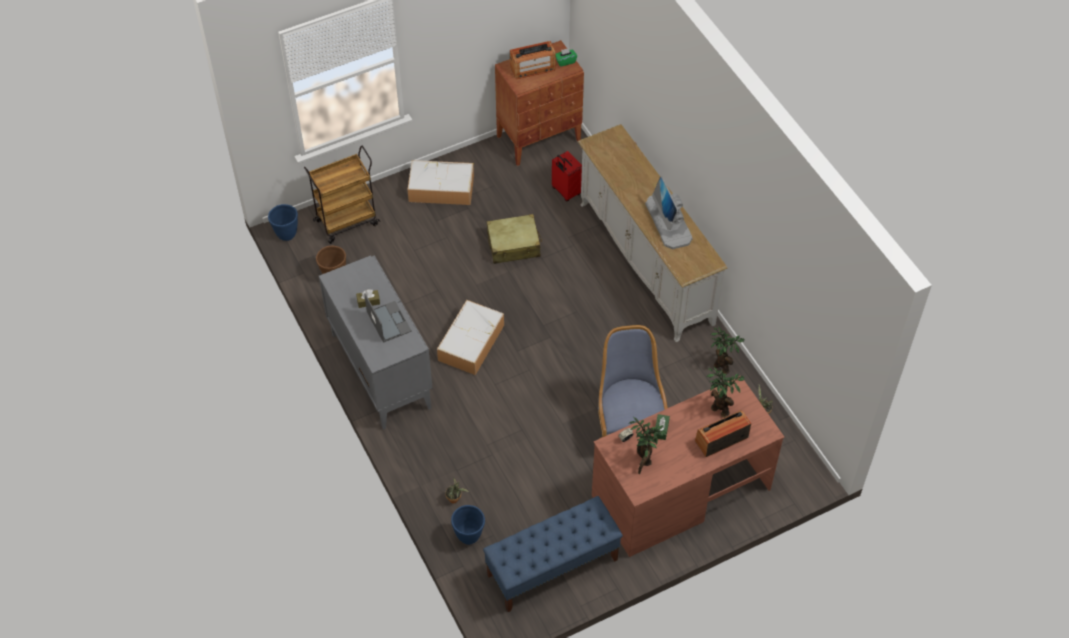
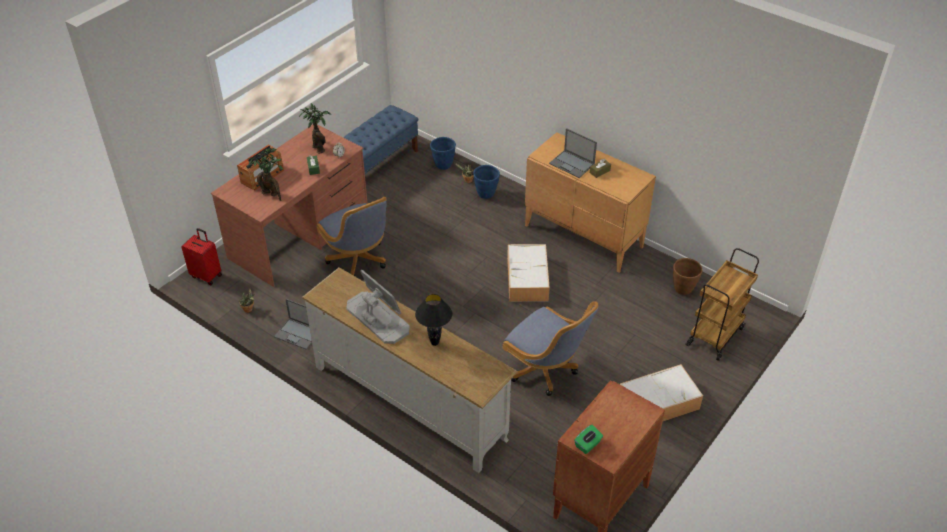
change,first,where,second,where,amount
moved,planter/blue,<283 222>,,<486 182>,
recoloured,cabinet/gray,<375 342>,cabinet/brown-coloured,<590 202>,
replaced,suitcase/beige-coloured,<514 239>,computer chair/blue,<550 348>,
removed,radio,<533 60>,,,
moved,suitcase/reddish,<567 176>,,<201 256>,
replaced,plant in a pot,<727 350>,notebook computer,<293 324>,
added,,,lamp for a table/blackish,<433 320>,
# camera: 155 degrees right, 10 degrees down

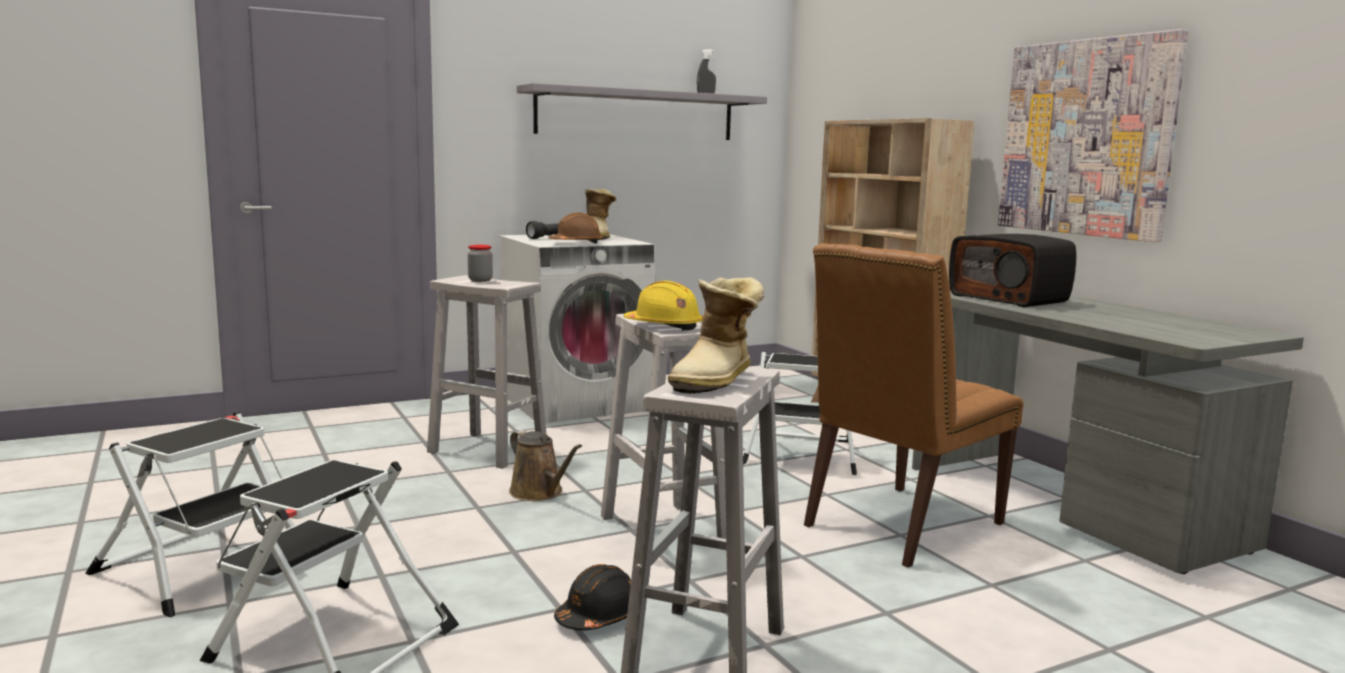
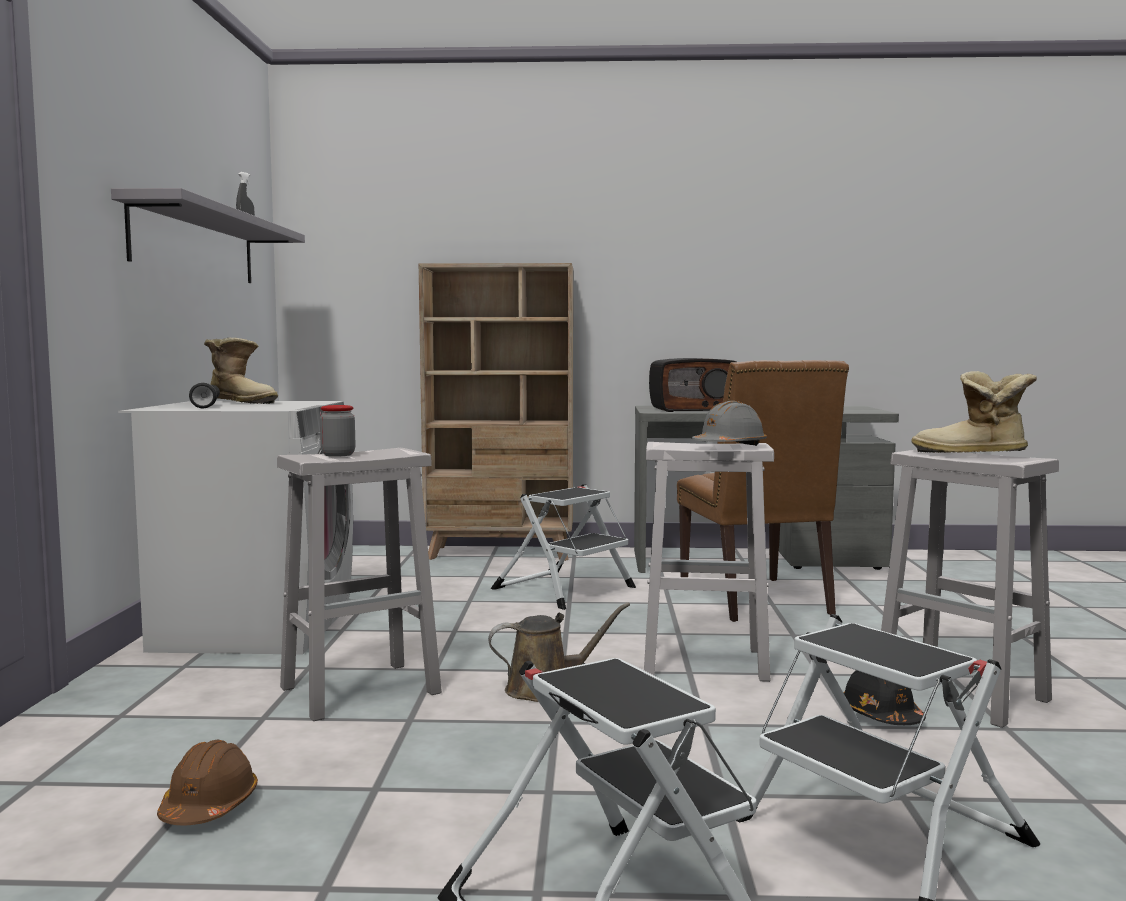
change,first,where,second,where,amount
moved,hard hat/brown-coloured,<575 227>,,<207 782>,
recoloured,hard hat/yellow,<663 306>,hard hat/gray,<729 423>,
turned,boot,<716 335>,,<974 412>,150 degrees clockwise
removed,wall picture,<1093 135>,,,
# camera: 60 degrees left, 5 degrees down

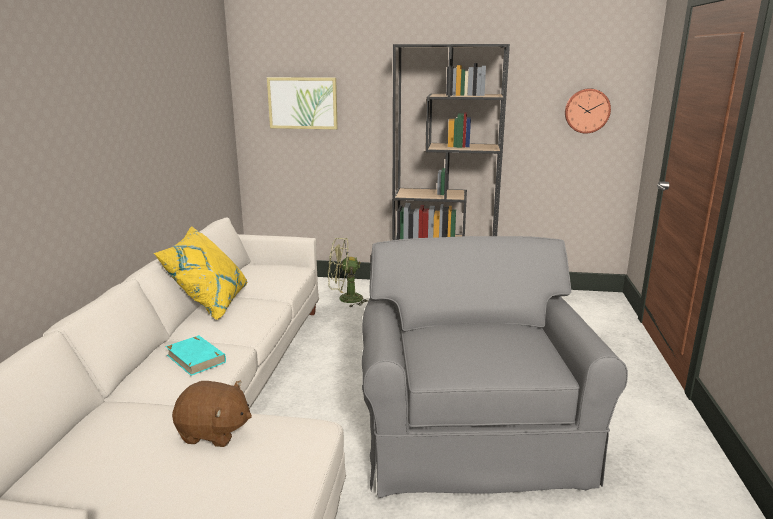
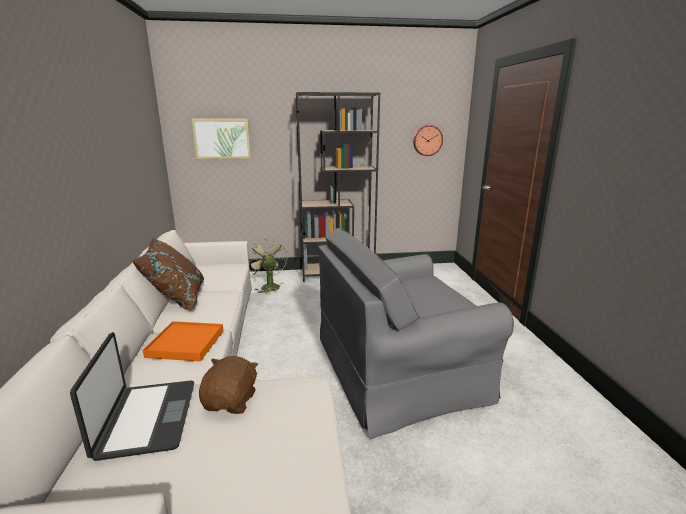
change,first,where,second,where,amount
recoloured,pillow/yellow,<201 273>,pillow/brown-coloured,<168 274>,
replaced,book/blue-green,<195 355>,serving tray/orange,<183 341>,
turned,cuddly toy/brown-coloured,<212 413>,,<228 385>,75 degrees counterclockwise
turned,fan/green-coloured,<348 272>,,<268 267>,90 degrees clockwise
turned,armchair/gray,<495 367>,,<416 333>,90 degrees counterclockwise
added,,,notebook computer,<132 396>,
# camera: 15 degrees left, 0 degrees up

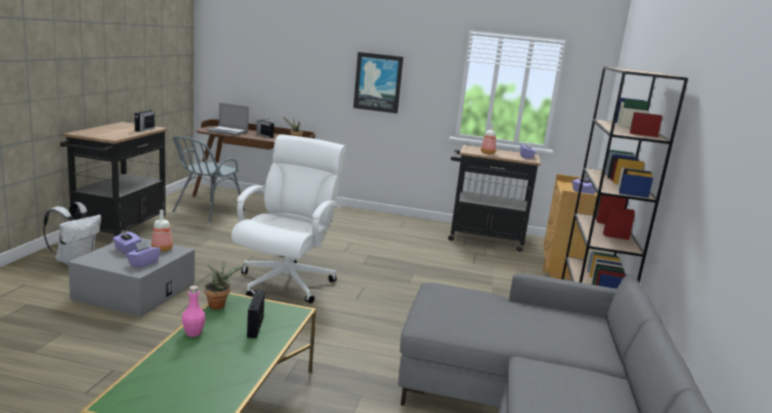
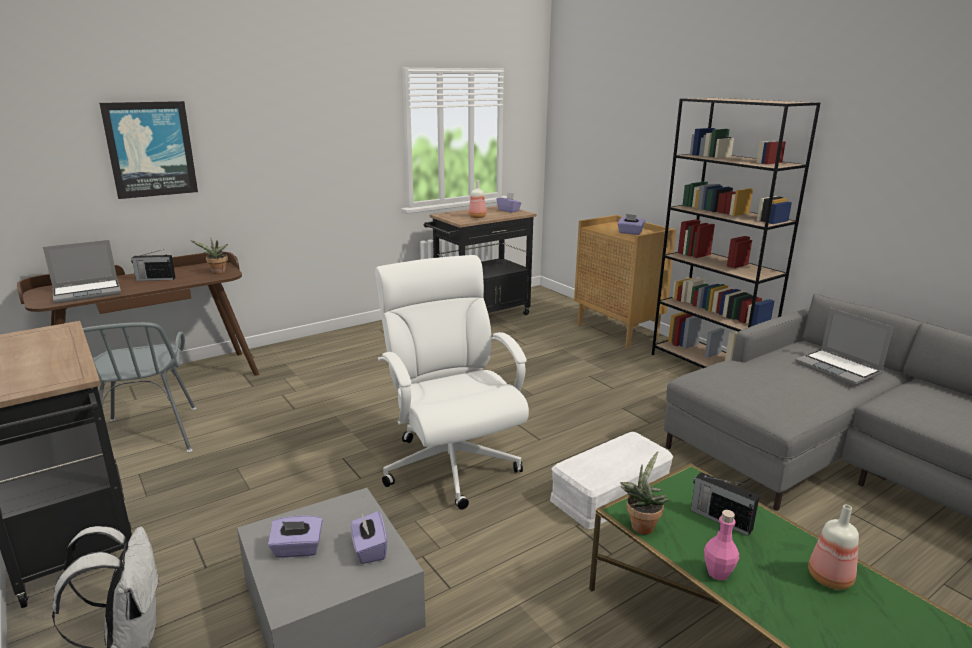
change,first,where,second,where,amount
removed,radio,<145 119>,,,
moved,bottle,<162 231>,,<833 547>,
moved,wall picture,<378 82>,,<148 150>,
added,,,storage bin/whitish,<612 480>,
added,,,notebook computer,<844 346>,
# camera: 45 degrees left, 5 degrees up

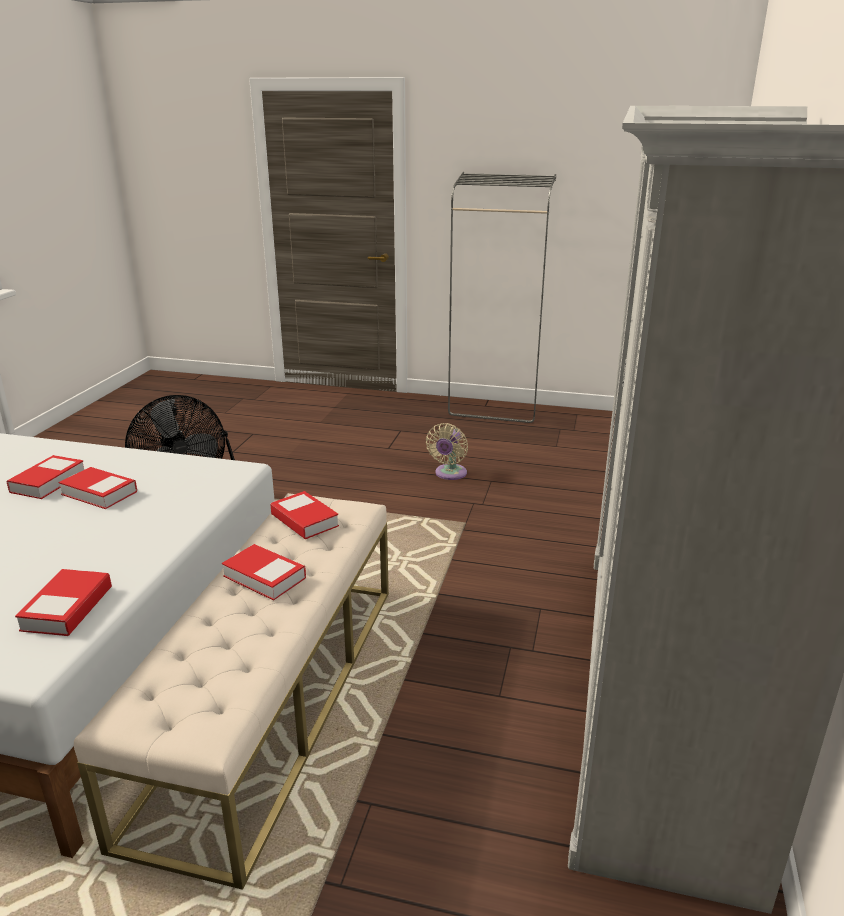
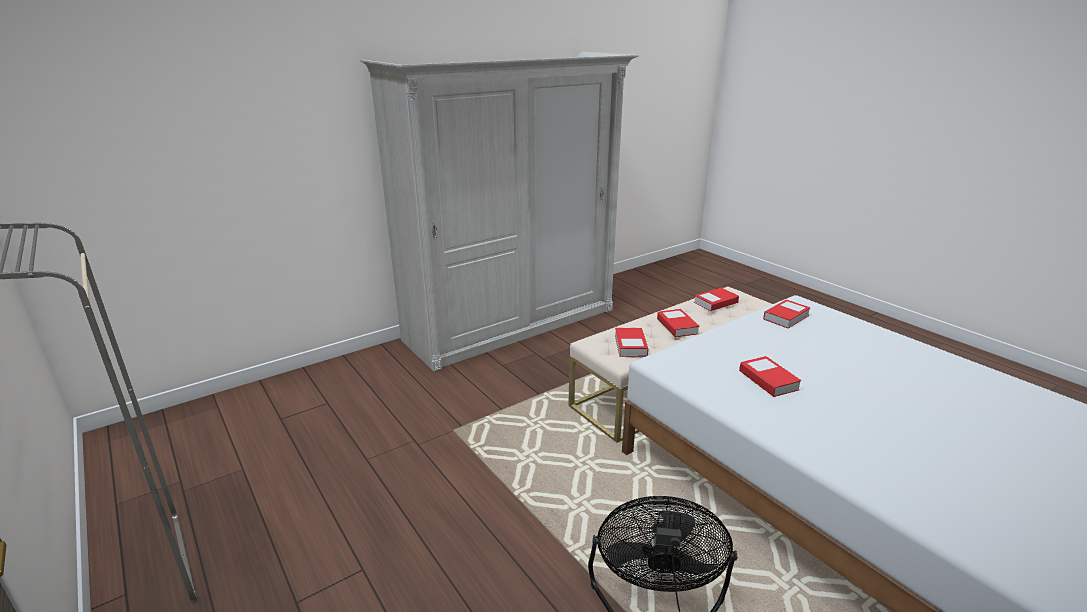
change,first,where,second,where,amount
moved,book,<45 477>,,<716 299>,
removed,fan/beige-coloured,<447 451>,,,
# camera: 140 degrees left, 0 degrees up

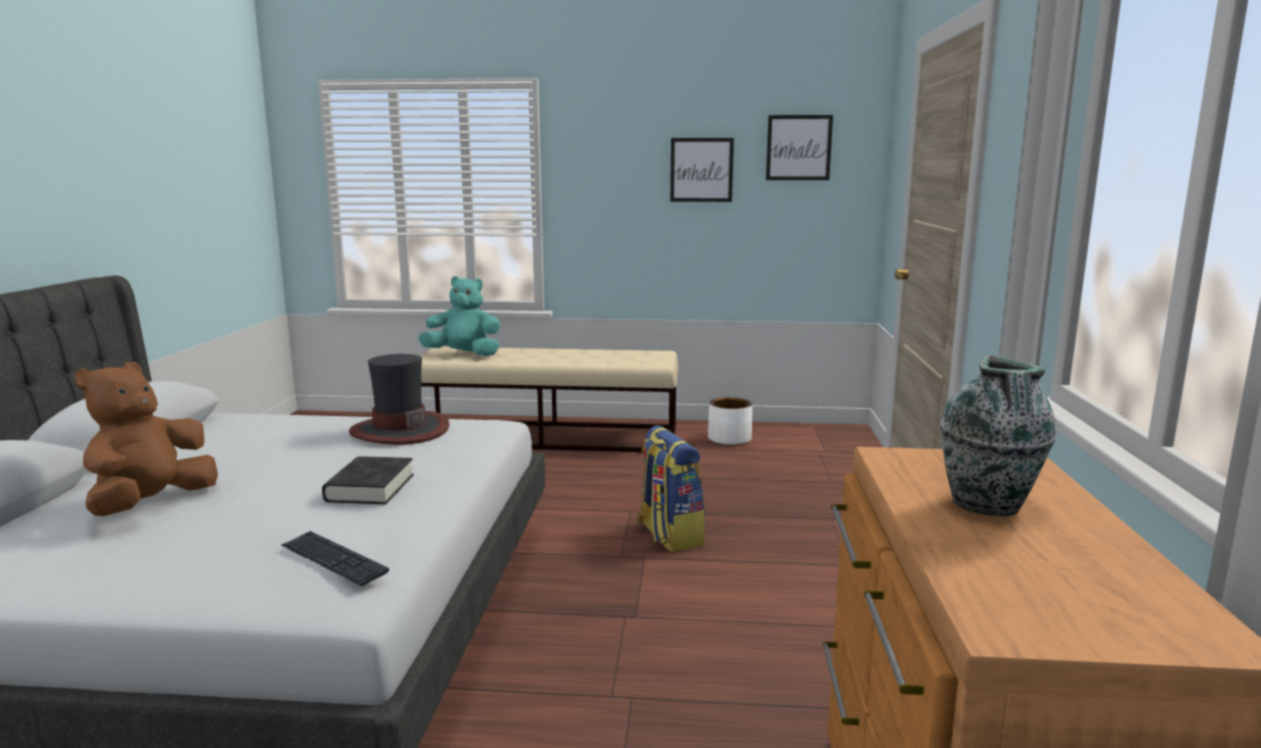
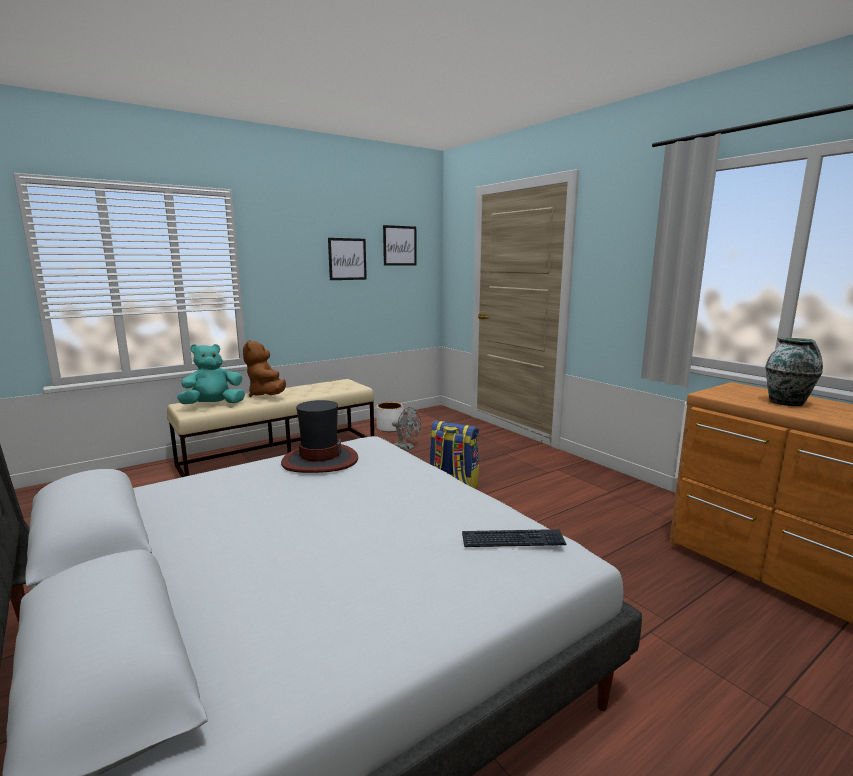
change,first,where,second,where,amount
moved,cuddly toy/brown-coloured,<146 439>,,<264 368>,
removed,book/blackish,<368 480>,,,
added,,,fan/gray,<406 429>,
# camera: 40 degrees left, 0 degrees up

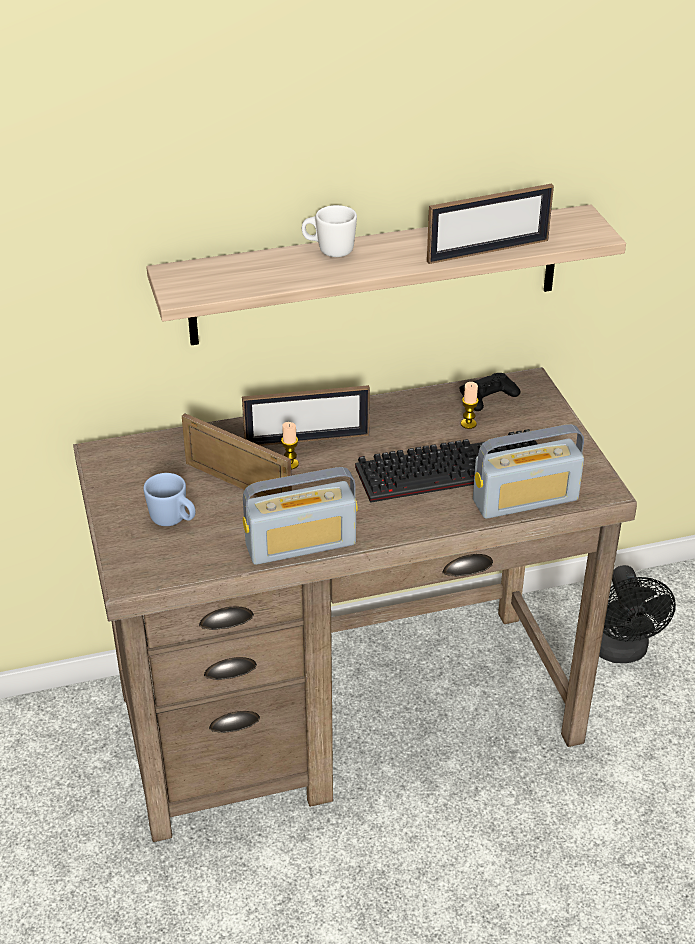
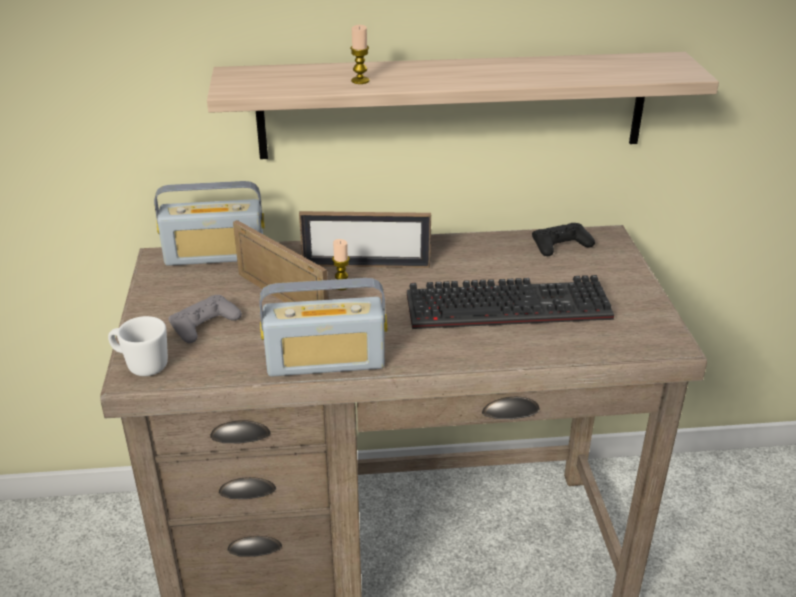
change,first,where,second,where,amount
replaced,tea mug/blue,<169 499>,game controller/gray,<205 319>,
moved,tea mug/whitish,<329 231>,,<138 346>,
removed,picture frame,<490 224>,,,
moved,wax candle,<470 405>,,<359 54>,
moved,radio,<528 471>,,<209 223>,
removed,fan/blackish,<637 614>,,,
# camera: 10 degrees right, 5 degrees down

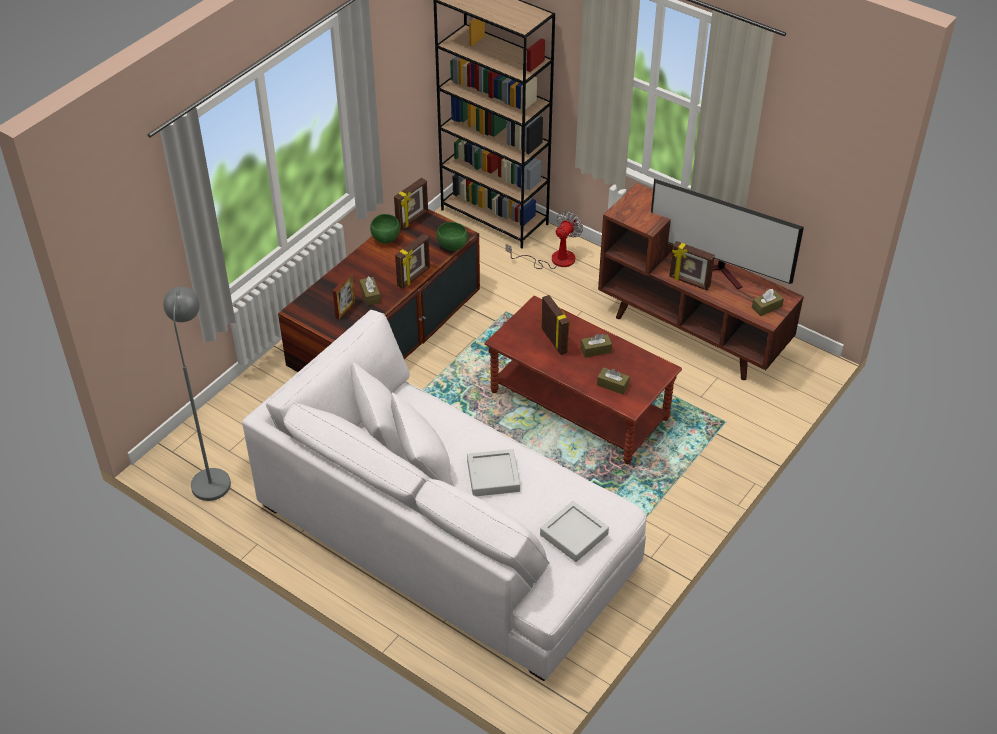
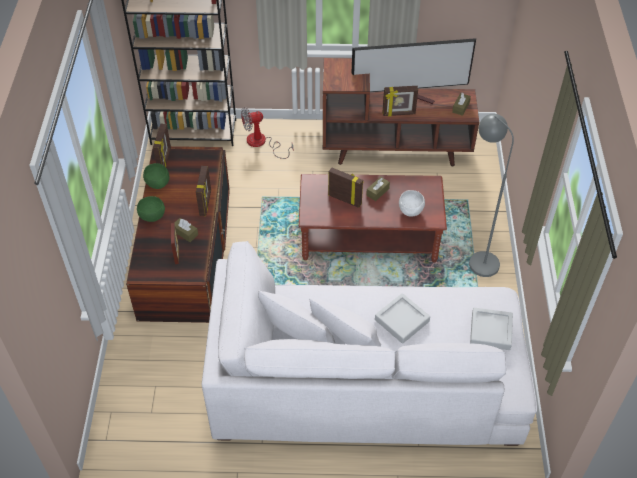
change,first,where,second,where,amount
moved,standing lamp/gray,<197 394>,,<491 195>,
moved,serving bowl/green-coloured,<452 236>,,<151 209>,
turned,fan,<544 240>,,<267 133>,105 degrees counterclockwise
replaced,box of tissues/brown-coloured,<613 380>,serving bowl/whitish,<412 203>,
# camera: 35 degrees left, 5 degrees up

